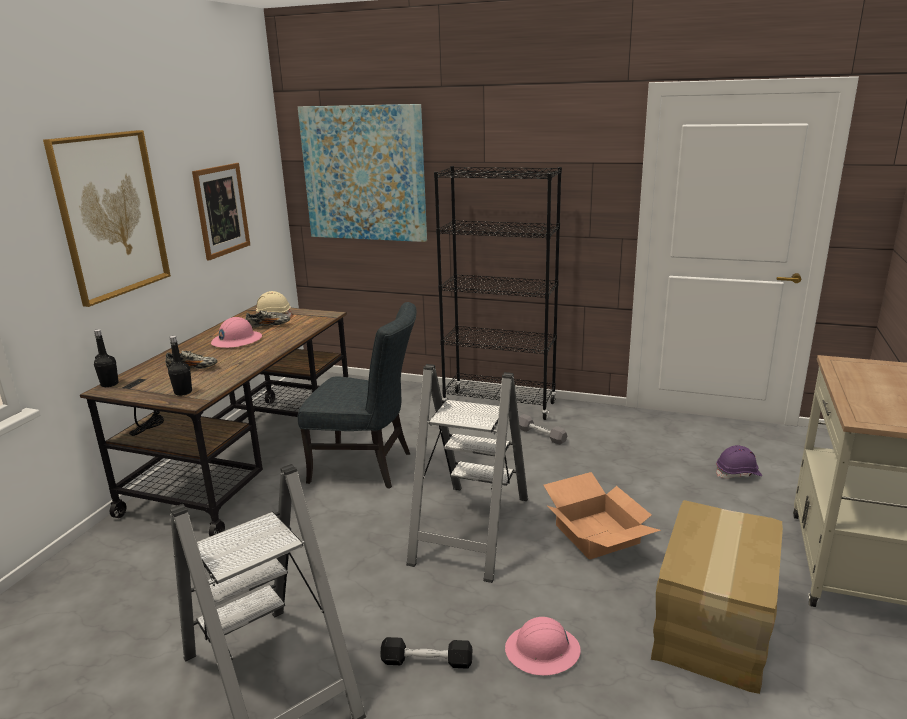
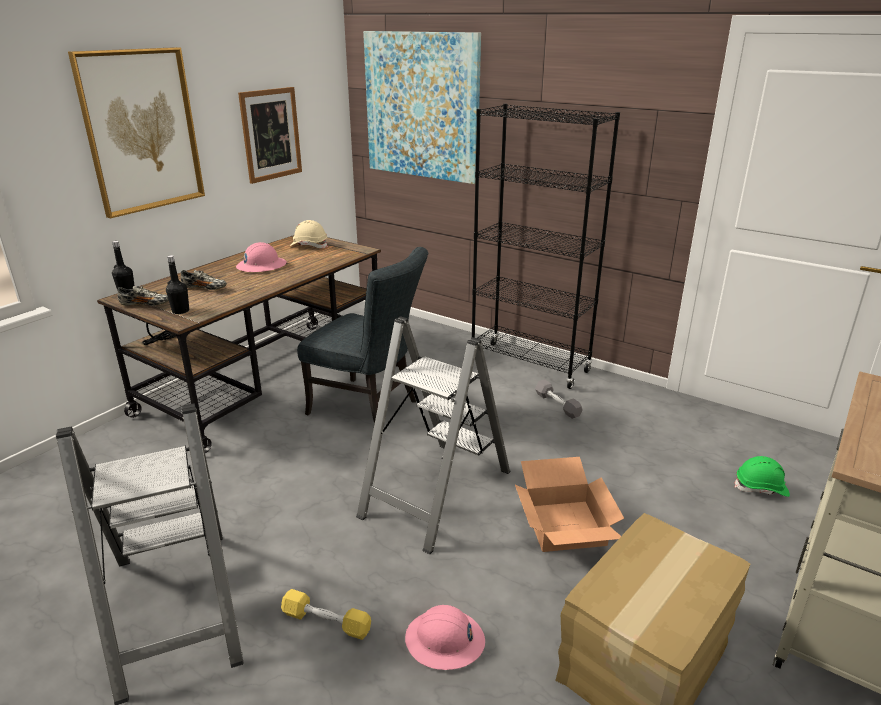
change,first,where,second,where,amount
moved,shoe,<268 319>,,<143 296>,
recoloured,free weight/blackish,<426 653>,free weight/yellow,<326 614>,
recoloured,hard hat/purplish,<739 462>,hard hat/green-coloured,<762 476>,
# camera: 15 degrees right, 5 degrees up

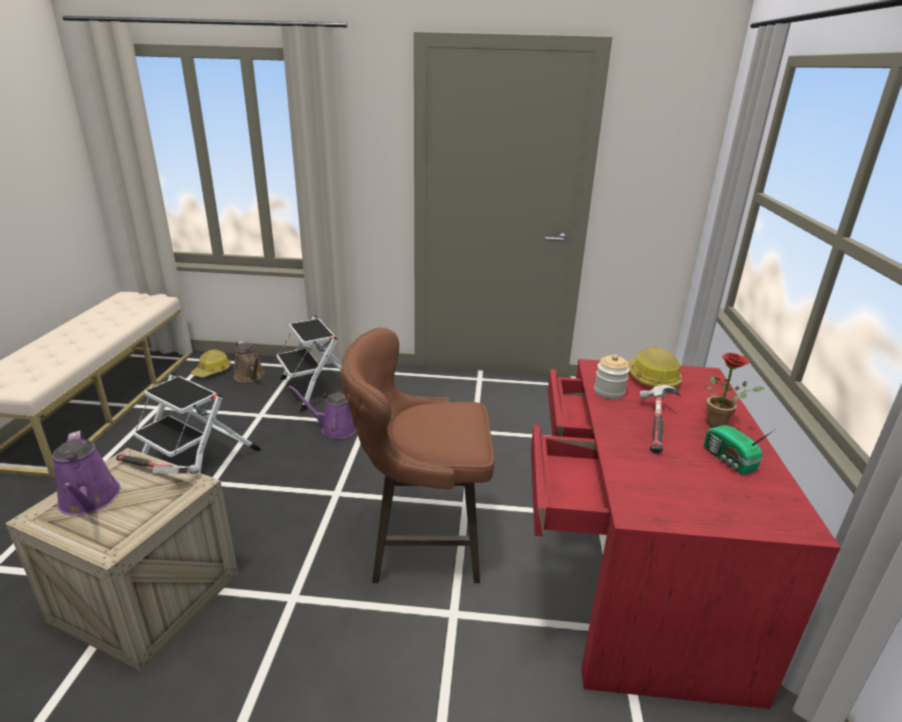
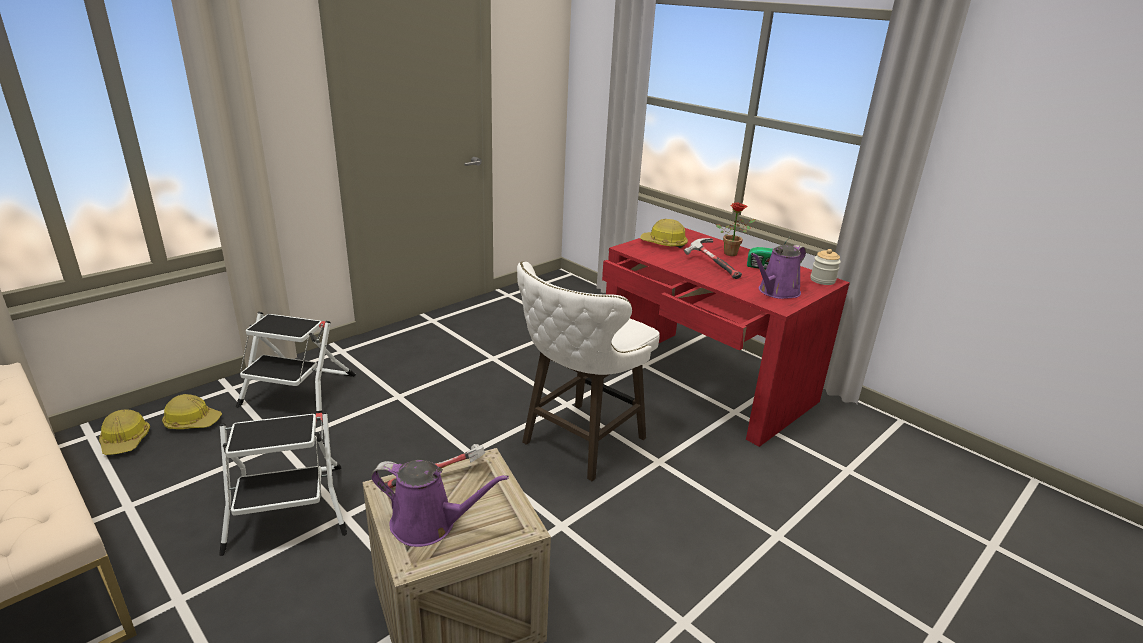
change,first,where,second,where,amount
replaced,watering pot/brown-coloured,<249 361>,hard hat,<192 411>,
moved,watering pot/purplish,<322 412>,,<778 272>,
recoloured,sitting stool/brown-coloured,<417 455>,sitting stool/whitish,<588 371>,
moved,preserve jar,<612 376>,,<826 267>,
# camera: 50 degrees left, 0 degrees up

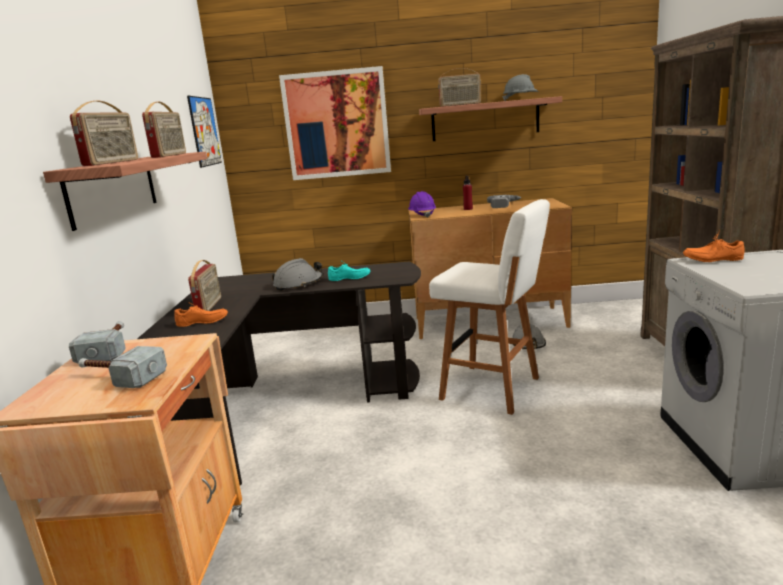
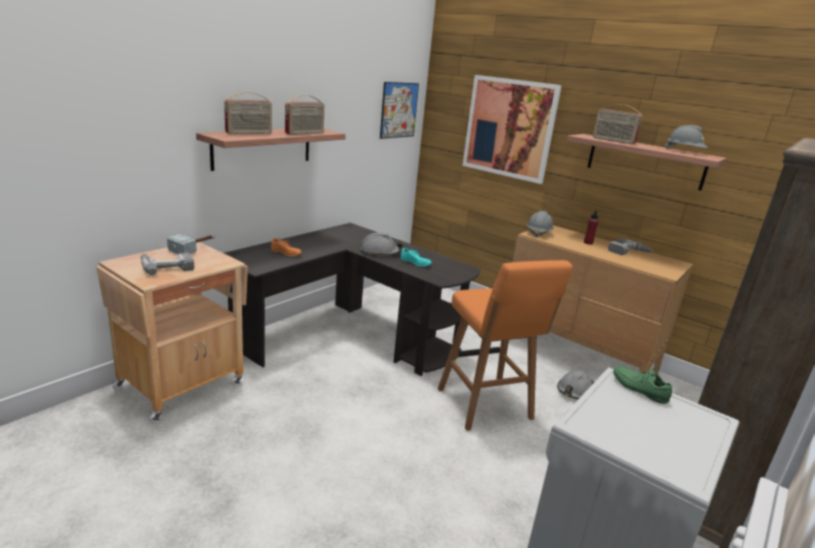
change,first,where,second,where,amount
replaced,hammer,<123 367>,power drill,<167 264>,
removed,radio,<204 285>,,,
recoloured,hard hat/purplish,<422 204>,hard hat/gray,<540 224>,
recoloured,sitting stool/whitish,<489 307>,sitting stool/orange,<505 345>,
recoloured,shoe/orange,<714 246>,shoe/green-coloured,<642 384>,
# camera: 35 degrees right, 5 degrees up

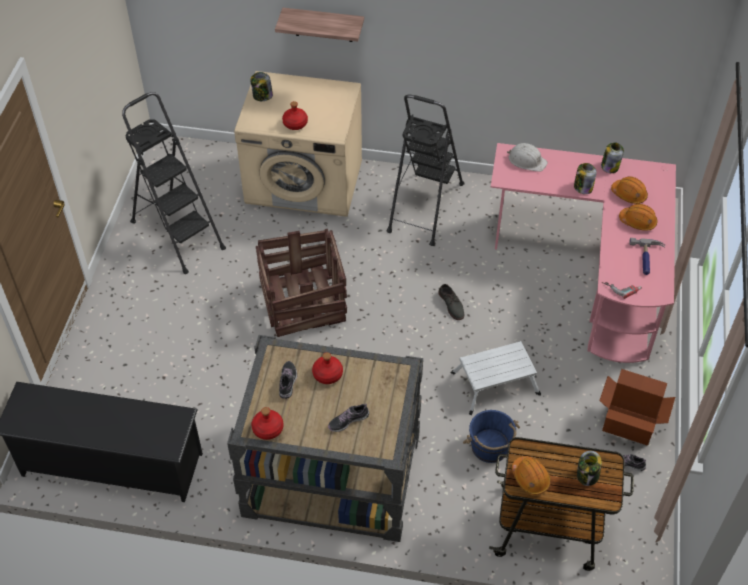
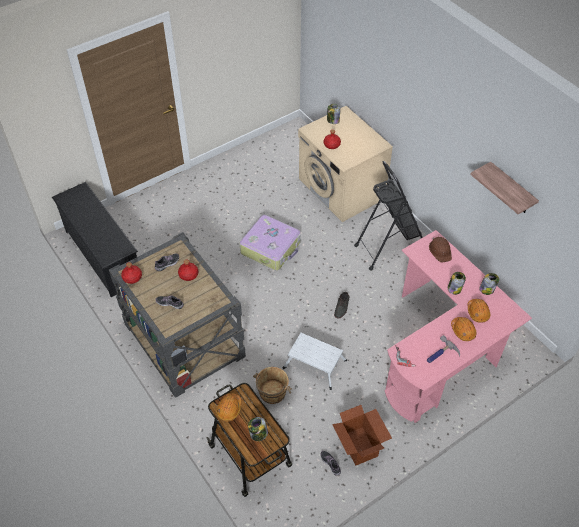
change,first,where,second,where,amount
removed,stepladder,<174 183>,,,
replaced,packing crate,<301 283>,suitcase,<270 242>,
moved,shelf,<319 25>,,<504 188>,
recoloured,bucket/blue,<491 436>,bucket/brown-coloured,<272 385>,
recoloured,hard hat/whitish,<527 157>,hard hat/brown-coloured,<440 249>,
# camera: 45 degrees right, 0 degrees up

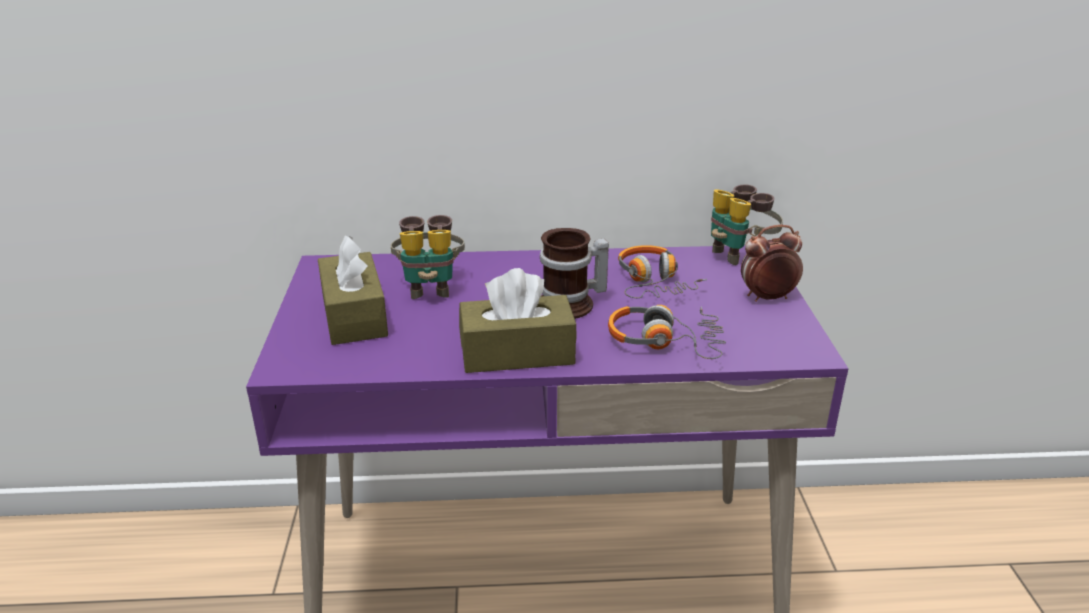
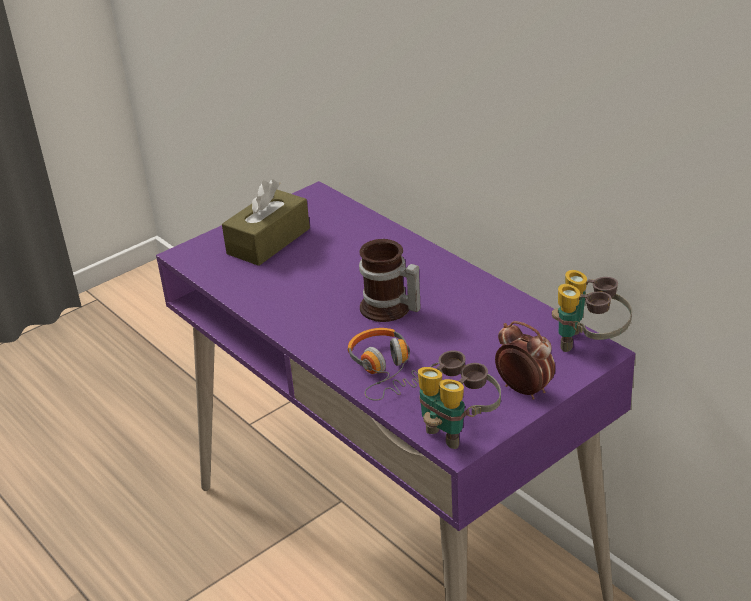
change,first,where,second,where,amount
moved,field glasses,<428 257>,,<459 399>,
removed,box of tissues/brown-coloured,<518 320>,,,
removed,headset,<662 271>,,,
# camera: 55 degrees right, 5 degrees up

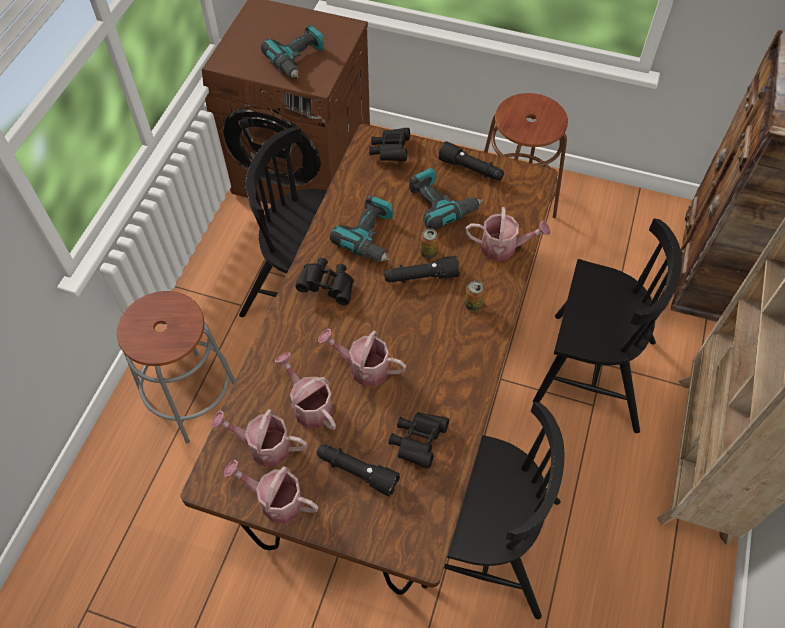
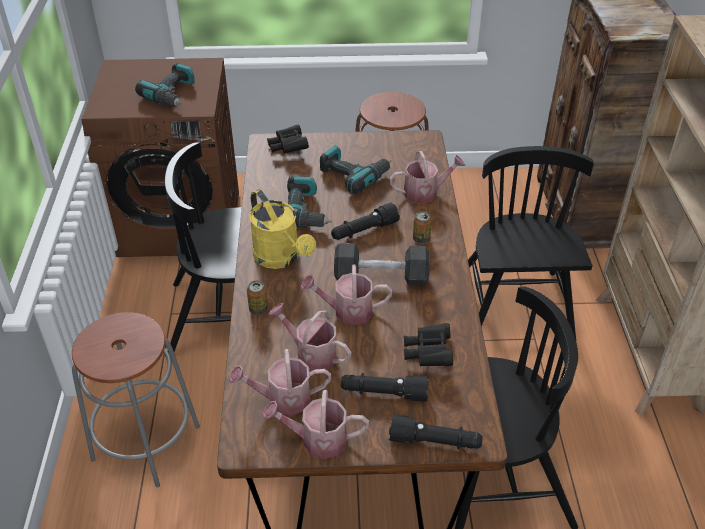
change,first,where,second,where,amount
replaced,field glasses/blackish,<324 281>,watering pot/yellow,<282 229>,
moved,sealed can,<429 243>,,<257 298>,
moved,flashlight/blackish,<471 160>,,<435 432>,
turned,plain chair/blackish,<607 326>,,<531 242>,90 degrees counterclockwise
added,,,free weight/blackish,<382 264>,
# camera: 20 degrees left, 15 degrees down

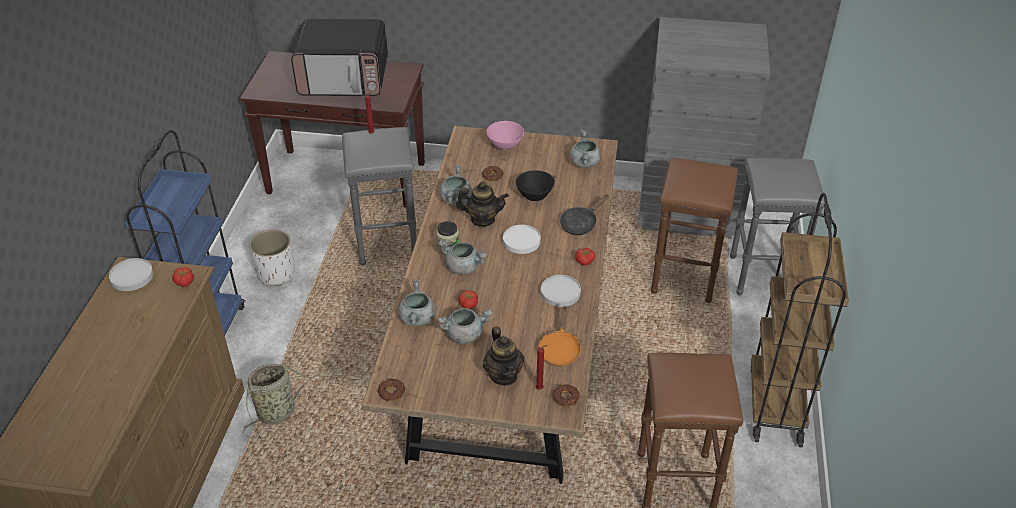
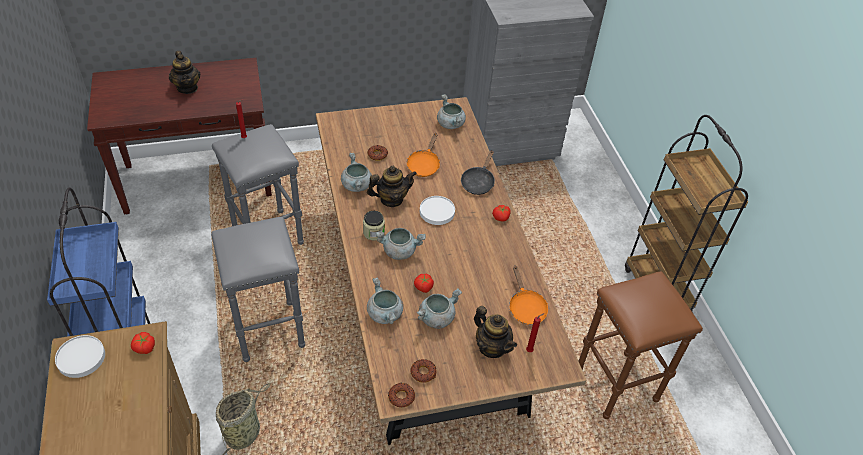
change,first,where,second,where,amount
removed,planter/whitish,<272 257>,,,
replaced,kitchen microwave,<339 57>,teapot,<185 72>,
removed,serving bowl/pinkish,<505 135>,,,
replaced,serving bowl/blackish,<535 185>,skillet/orange,<423 155>,
removed,dinner plate/whitish,<561 291>,,,
moved,doughnut,<566 395>,,<423 371>,
removed,sitting stool/brown-coloured,<694 230>,,,
moved,sitting stool/gray,<777 226>,,<258 289>,
# camera: 25 degrees left, 5 degrees up

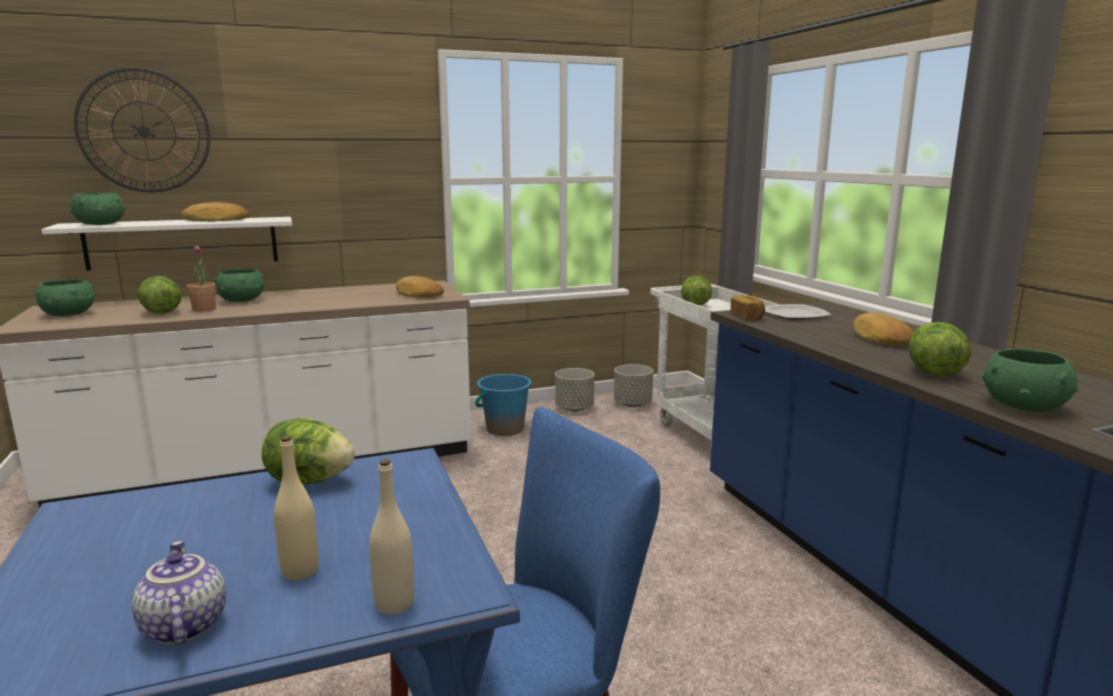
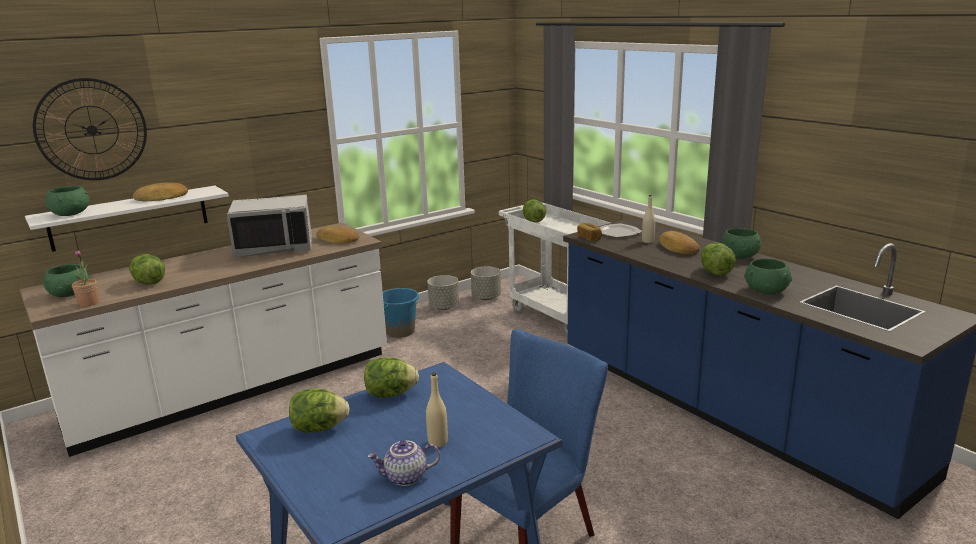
change,first,where,second,where,amount
turned,teapot,<179 593>,,<403 463>,60 degrees counterclockwise
moved,plant in a pot,<201 279>,,<85 278>,
moved,serving bowl/green-coloured,<239 285>,,<741 243>,
moved,bottle/beige-coloured,<391 536>,,<648 219>,
added,,,kitchen microwave/gray,<269 226>,
added,,,lettuce head,<319 410>,
# camera: 15 degrees left, 5 degrees up

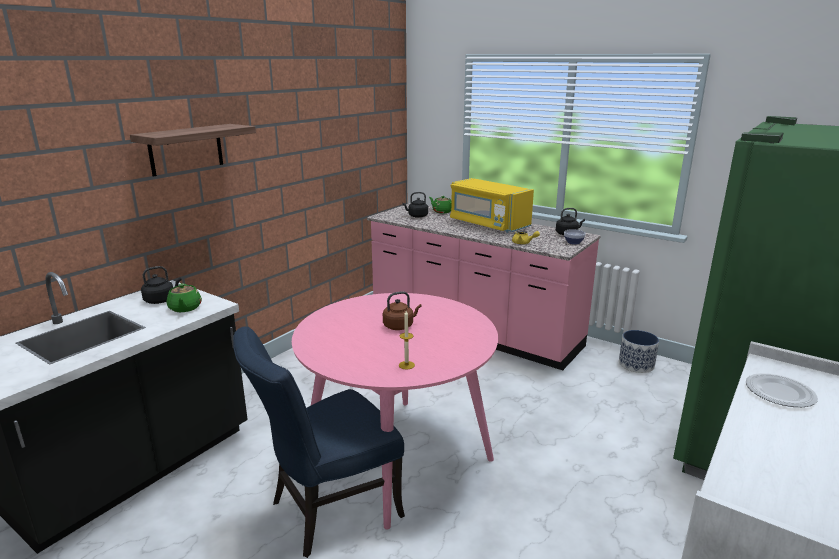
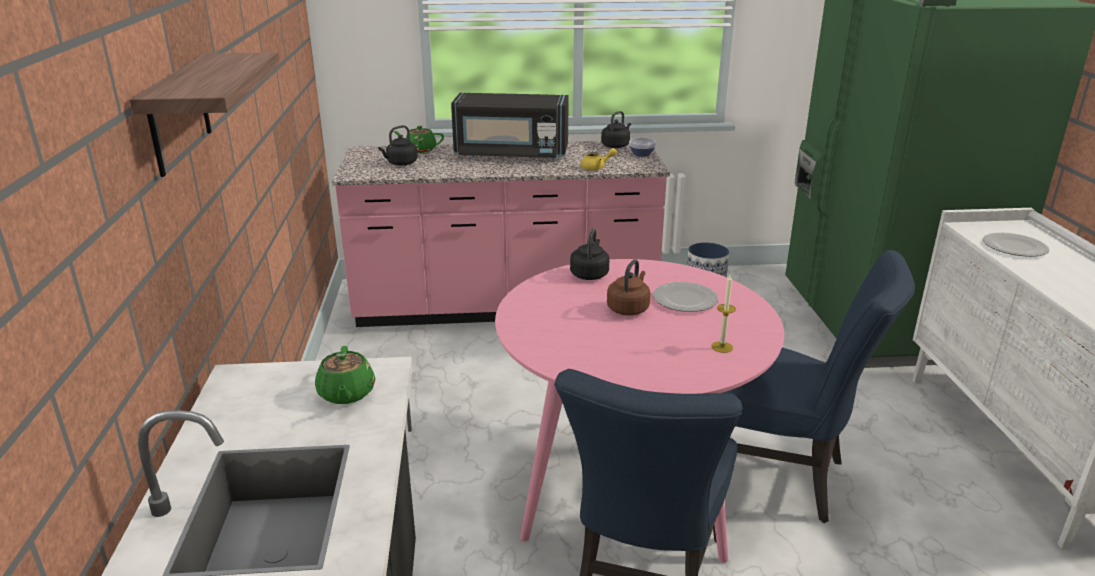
change,first,where,second,where,amount
moved,water kettle/blackish,<161 285>,,<589 254>,
turned,teapot/green-coloured,<184 297>,,<345 375>,45 degrees clockwise
recoloured,kitchen microwave/yellow,<492 205>,kitchen microwave/blackish,<510 126>,
added,,,dinner plate,<685 297>,
added,,,plain chair/blue,<819 387>,
# camera: 40 degrees left, 5 degrees up

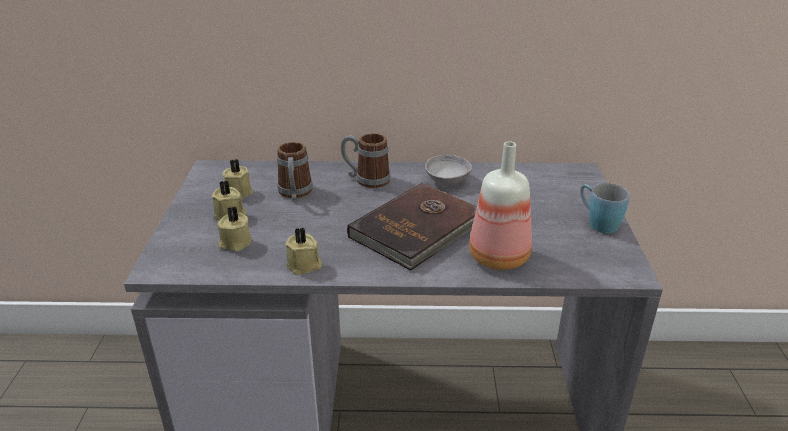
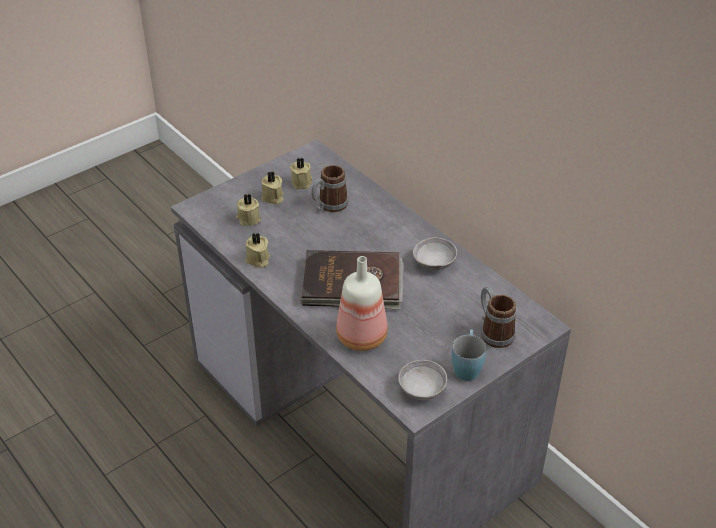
change,first,where,second,where,amount
moved,tea mug,<366 160>,,<498 317>,
added,,,serving bowl/gray,<422 380>,
# camera: 50 degrees right, 10 degrees up

